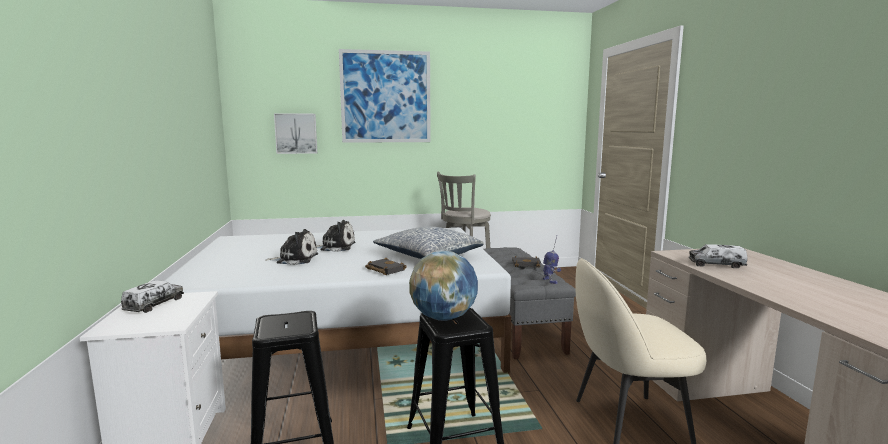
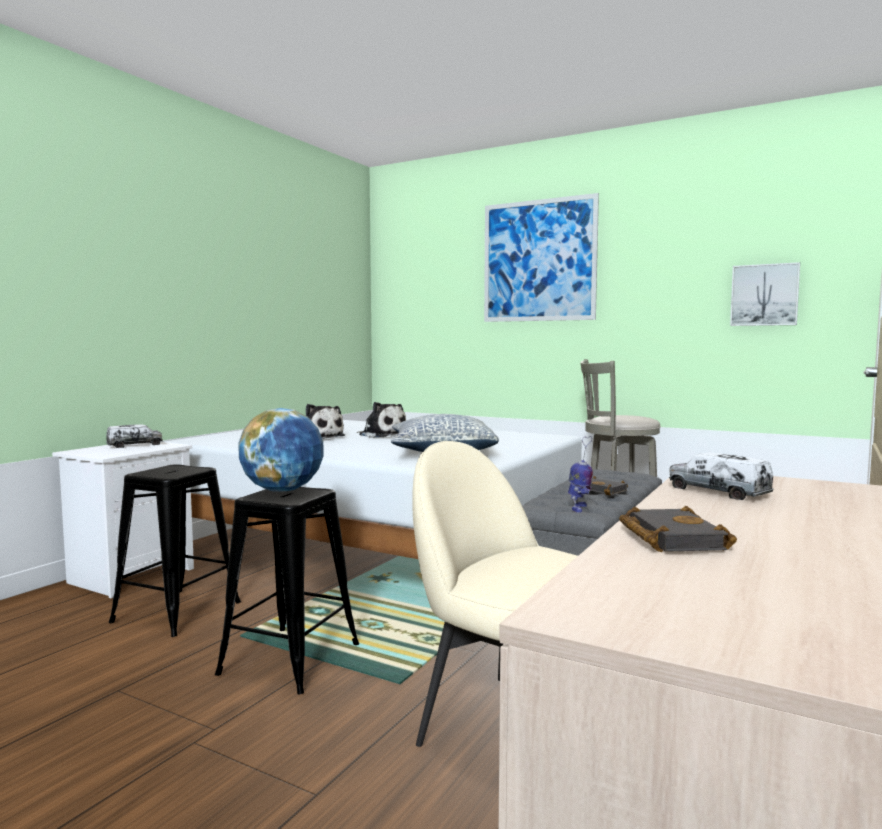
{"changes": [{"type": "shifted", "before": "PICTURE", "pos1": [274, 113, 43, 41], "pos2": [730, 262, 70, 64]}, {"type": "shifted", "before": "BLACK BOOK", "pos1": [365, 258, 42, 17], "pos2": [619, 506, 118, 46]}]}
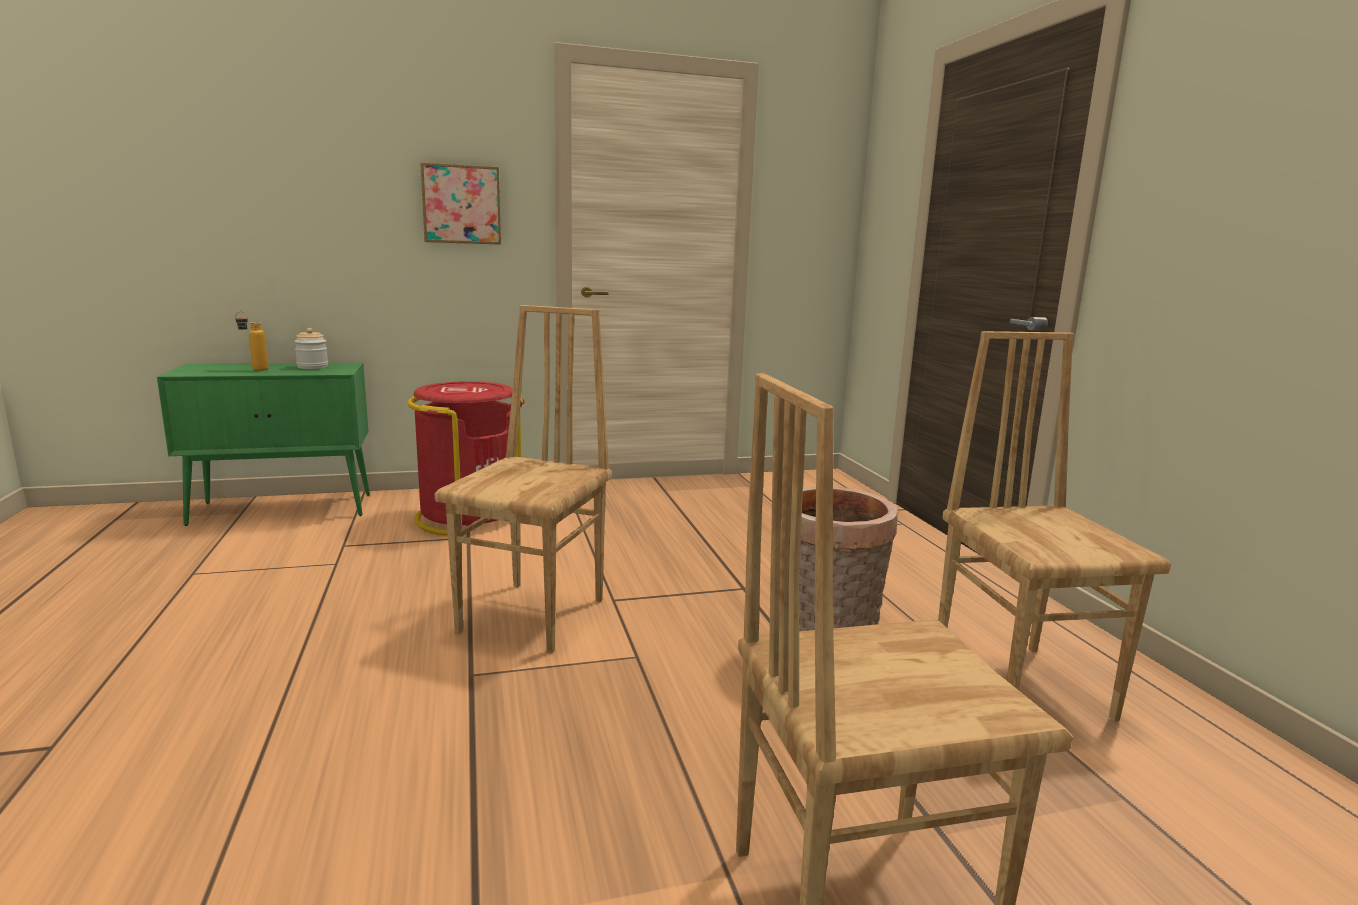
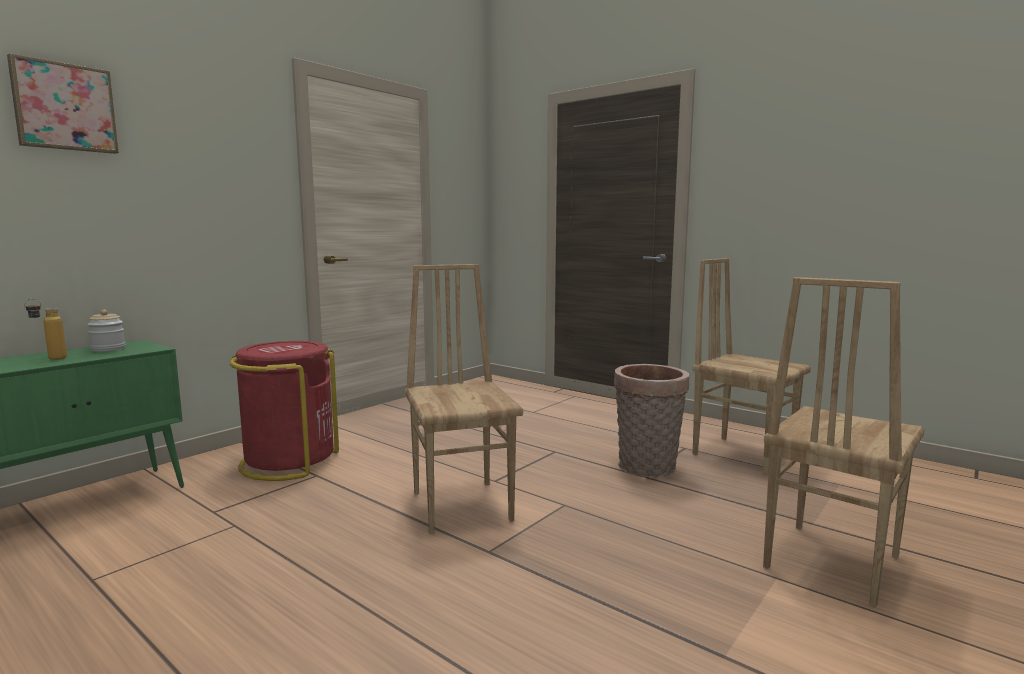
{"changes": [{"type": "shifted", "before": "PICTURE", "pos1": [420, 162, 81, 83], "pos2": [7, 53, 112, 101]}]}
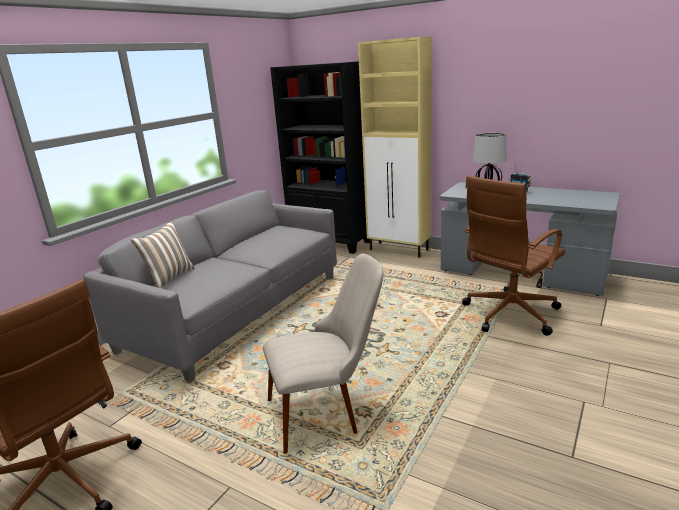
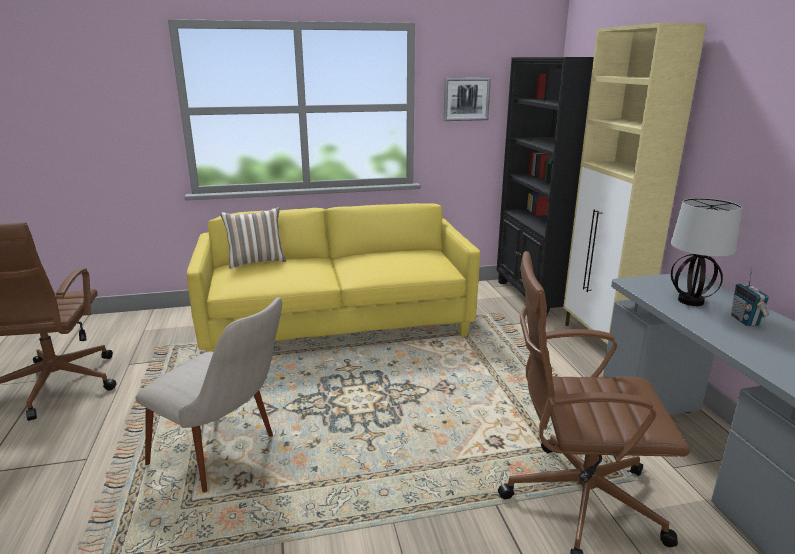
{"changes": [{"type": "repainted", "before": "GREY SOFA", "after": "YELLOW SOFA", "pos1": [83, 190, 254, 192], "pos2": [187, 203, 293, 149]}, {"type": "new", "after": "PICTURE", "pos2": [443, 78, 48, 43]}]}
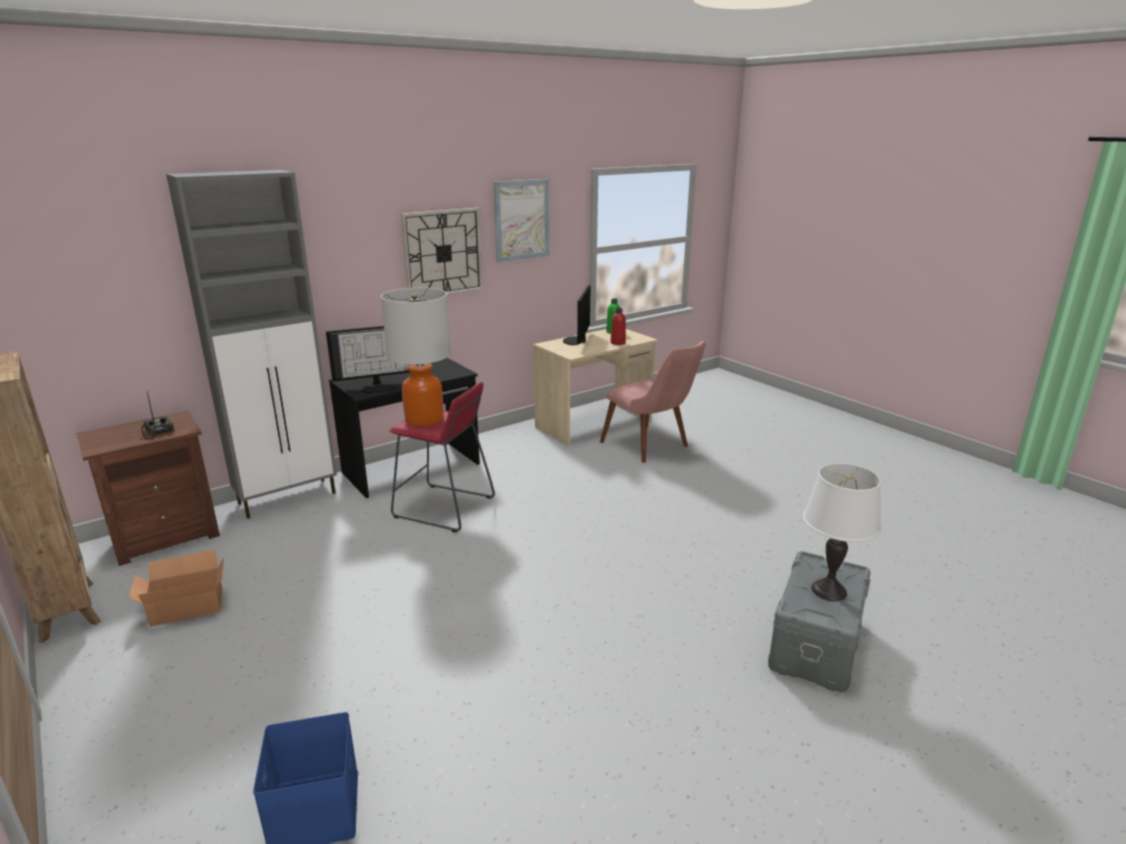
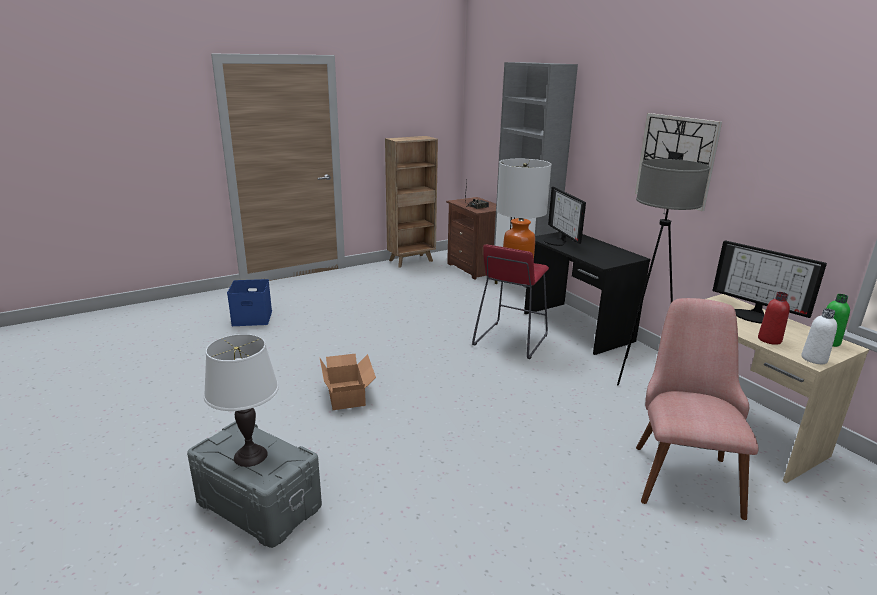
{"changes": [{"type": "shifted", "before": "CARDBOARD BOX", "pos1": [128, 550, 96, 77], "pos2": [320, 354, 56, 56]}, {"type": "gone", "before": "PICTURE", "pos1": [494, 179, 55, 83]}, {"type": "rotated", "before": "MONITOR", "pos1": [563, 285, 28, 60], "pos2": [712, 240, 115, 84], "turn": -150}, {"type": "rotated", "before": "PINK CHAIR", "pos1": [600, 341, 106, 122], "pos2": [636, 298, 123, 222], "turn": 135}, {"type": "new", "after": "GREY FLOOR LAMP", "pos2": [617, 159, 93, 227]}, {"type": "new", "after": "WHITE BOTTLE", "pos2": [801, 308, 36, 56]}]}
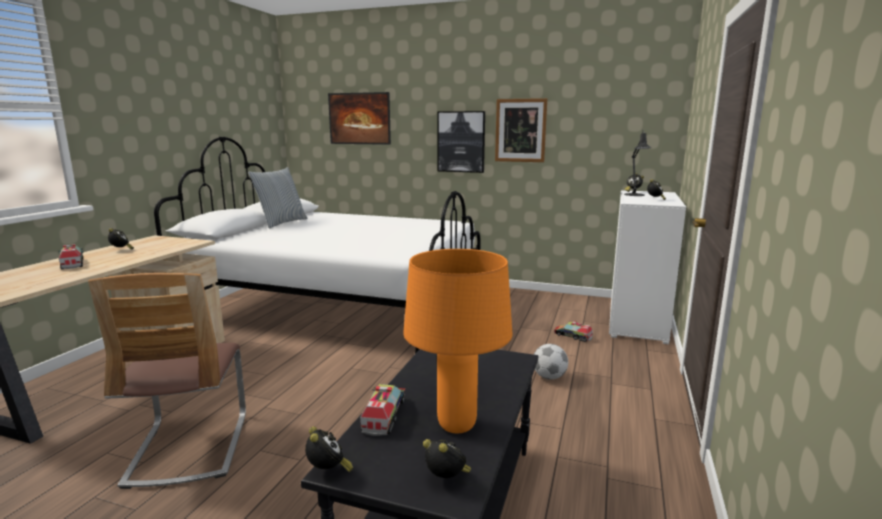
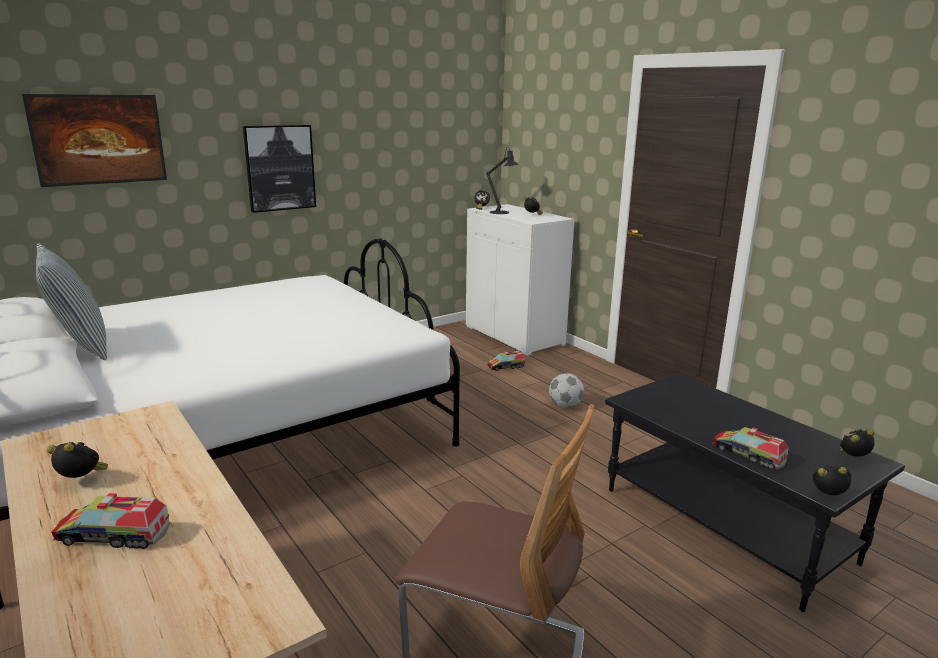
{"changes": [{"type": "gone", "before": "ORANGE TABLE LAMP", "pos1": [403, 249, 109, 184]}, {"type": "gone", "before": "PICTURE", "pos1": [495, 98, 52, 64]}]}
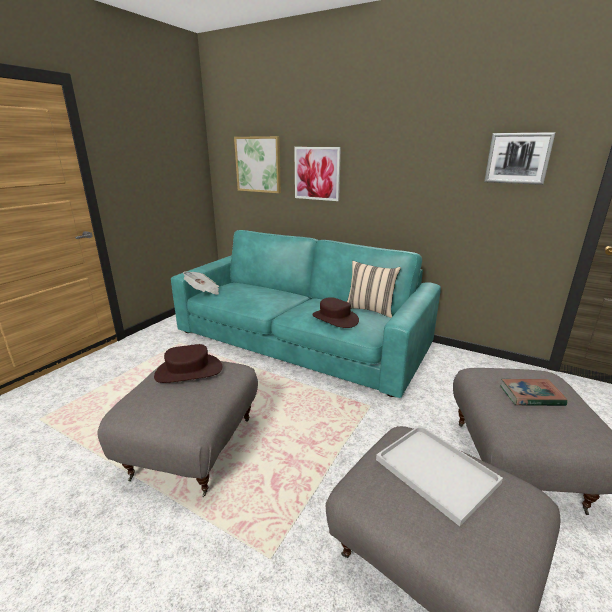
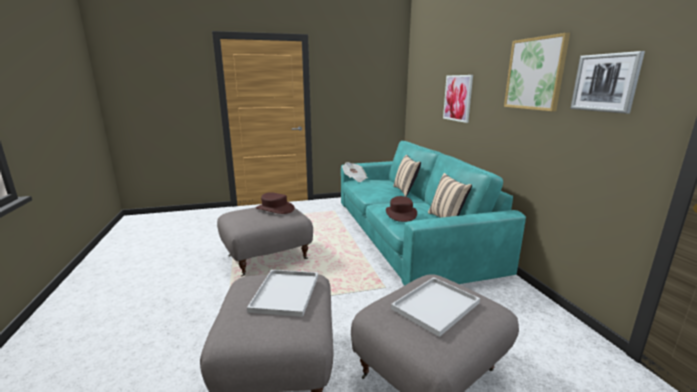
{"changes": [{"type": "shifted", "before": "PICTURE", "pos1": [234, 136, 47, 57], "pos2": [504, 33, 66, 78]}, {"type": "swapped", "before": "BOOK", "after": "WHITE TRAY", "pos1": [500, 379, 67, 27], "pos2": [391, 277, 89, 60]}, {"type": "new", "after": "BEIGE PILLOW", "pos2": [393, 155, 28, 42]}]}
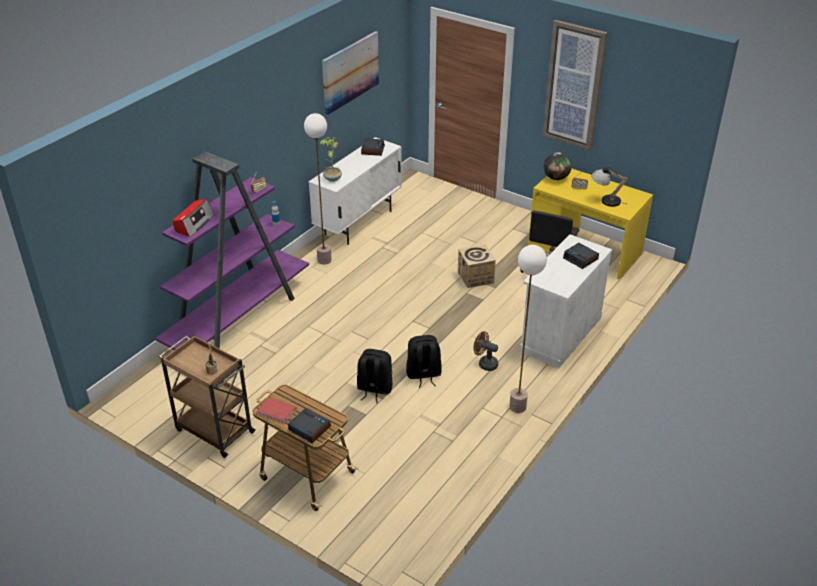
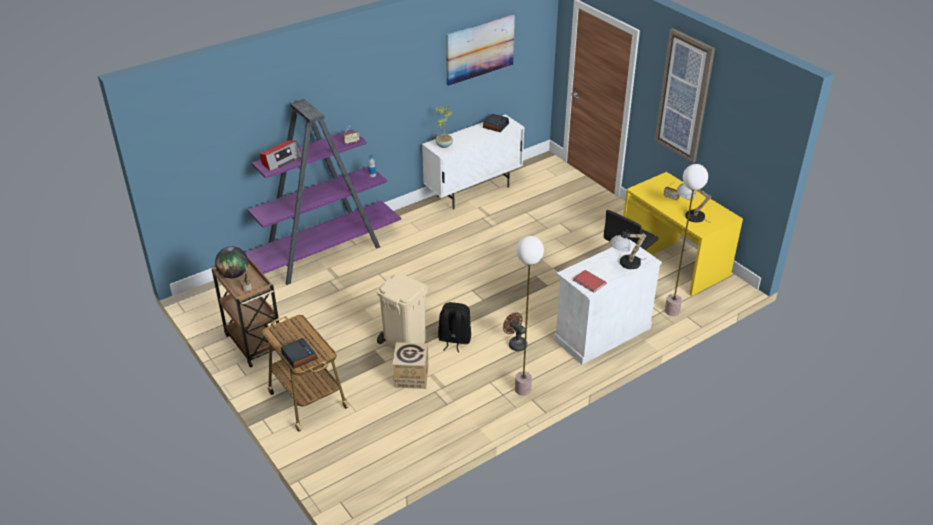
{"changes": [{"type": "shifted", "before": "RED BOOK", "pos1": [257, 397, 39, 27], "pos2": [573, 270, 34, 23]}, {"type": "shifted", "before": "FLOOR LAMP", "pos1": [304, 113, 28, 152], "pos2": [665, 164, 43, 152]}, {"type": "swapped", "before": "BLACK BACKPACK", "after": "BEIGE TRASH CAN", "pos1": [357, 349, 35, 54], "pos2": [377, 274, 51, 75]}, {"type": "shifted", "before": "CARDBOARD BOX", "pos1": [458, 245, 38, 43], "pos2": [392, 342, 37, 47]}, {"type": "shifted", "before": "GLOBE", "pos1": [543, 152, 29, 28], "pos2": [215, 246, 33, 32]}, {"type": "swapped", "before": "ALARM CLOCK", "after": "TABLE LAMP", "pos1": [563, 243, 36, 26], "pos2": [609, 232, 37, 37]}]}
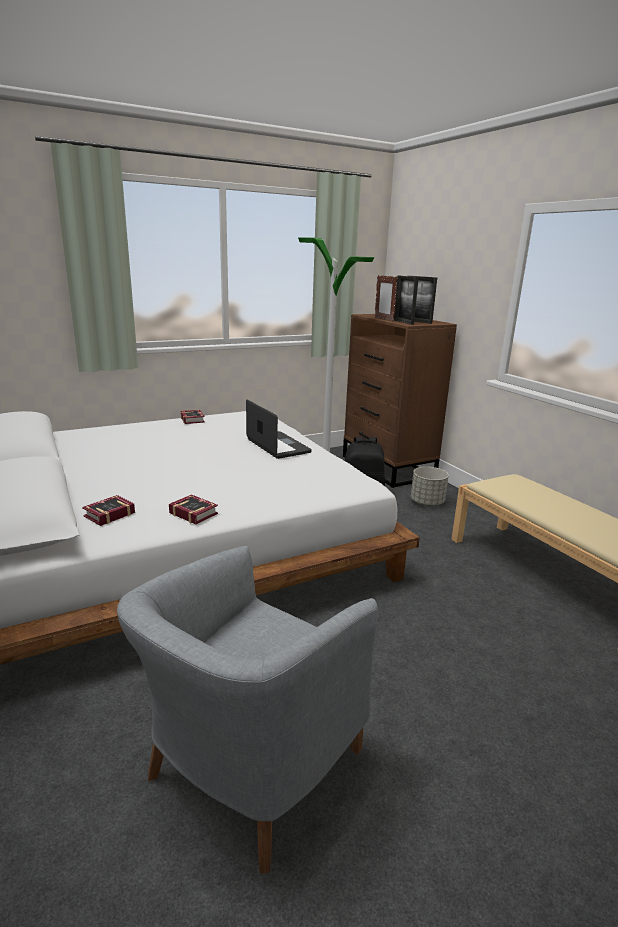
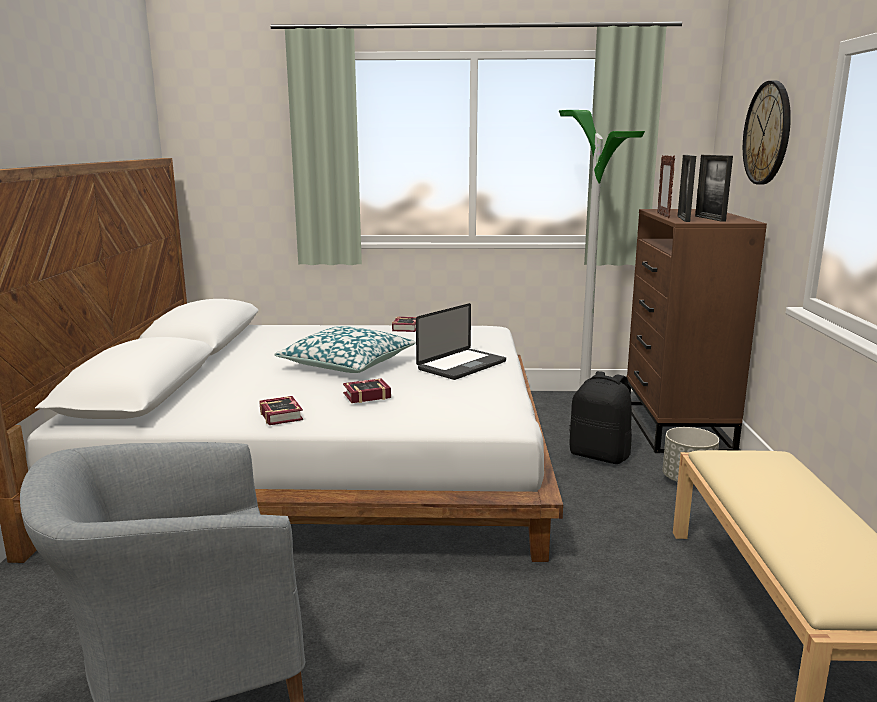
{"changes": [{"type": "shifted", "before": "BOOK", "pos1": [82, 495, 53, 31], "pos2": [343, 378, 48, 25]}, {"type": "rotated", "before": "LAPTOP", "pos1": [246, 400, 66, 59], "pos2": [416, 303, 90, 77], "turn": 45}, {"type": "new", "after": "PILLOW", "pos2": [274, 326, 142, 47]}, {"type": "new", "after": "WALL CLOCK", "pos2": [743, 81, 48, 103]}]}
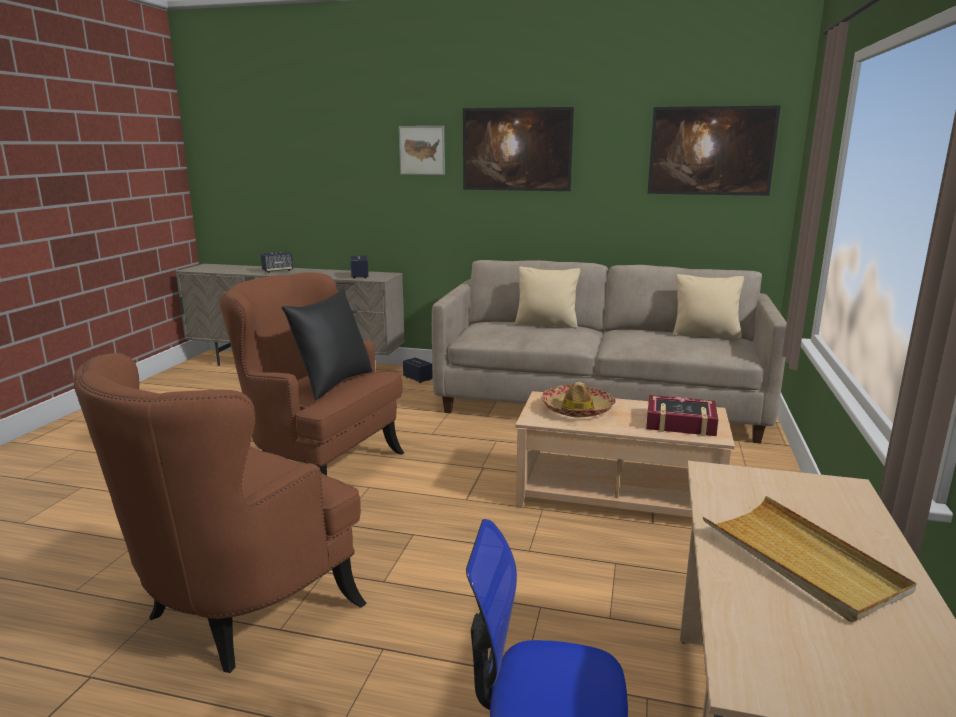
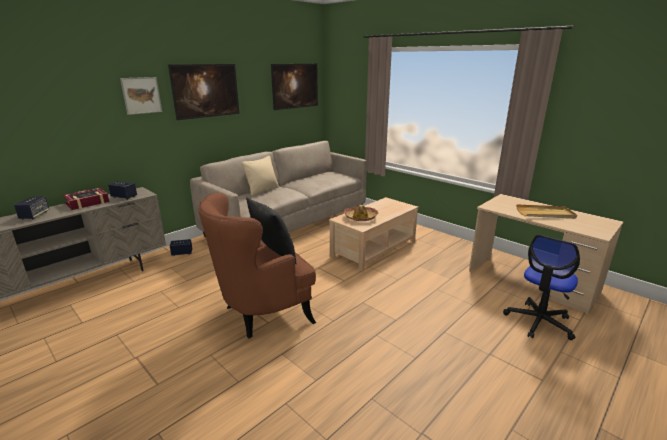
{"changes": [{"type": "gone", "before": "BROWN ARMCHAIR", "pos1": [74, 353, 293, 320]}, {"type": "shifted", "before": "BOOK", "pos1": [646, 395, 72, 41], "pos2": [62, 188, 48, 22]}, {"type": "gone", "before": "BEIGE PILLOW", "pos1": [673, 274, 71, 65]}]}
